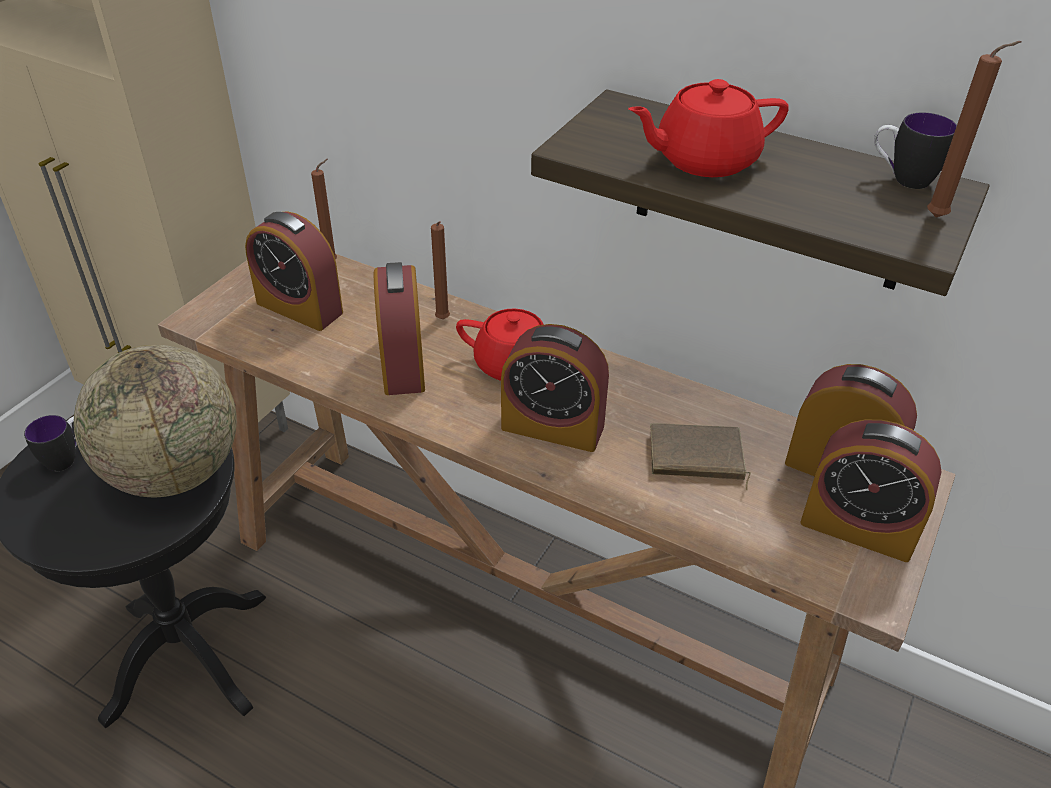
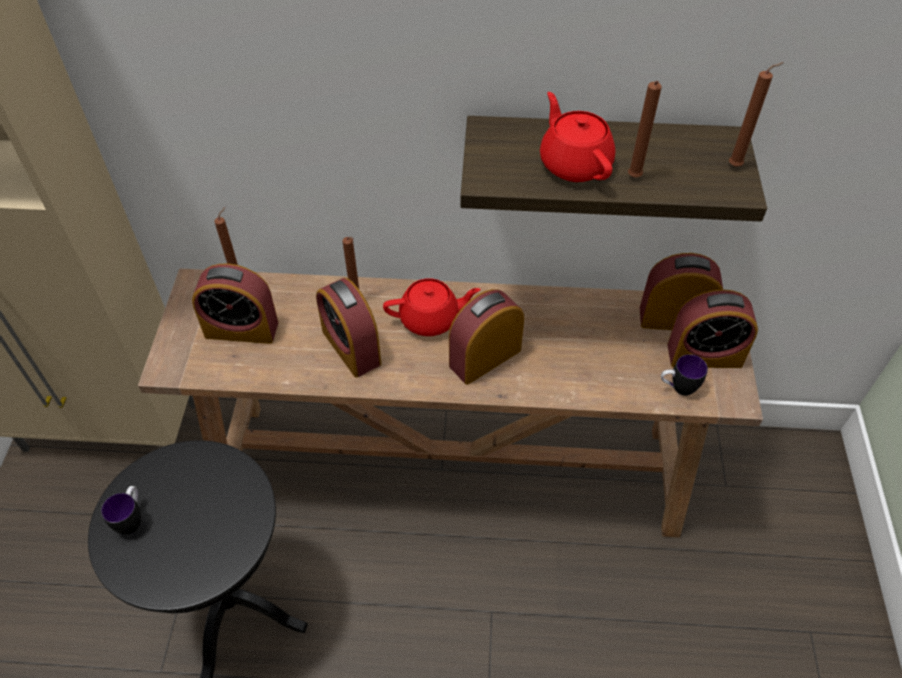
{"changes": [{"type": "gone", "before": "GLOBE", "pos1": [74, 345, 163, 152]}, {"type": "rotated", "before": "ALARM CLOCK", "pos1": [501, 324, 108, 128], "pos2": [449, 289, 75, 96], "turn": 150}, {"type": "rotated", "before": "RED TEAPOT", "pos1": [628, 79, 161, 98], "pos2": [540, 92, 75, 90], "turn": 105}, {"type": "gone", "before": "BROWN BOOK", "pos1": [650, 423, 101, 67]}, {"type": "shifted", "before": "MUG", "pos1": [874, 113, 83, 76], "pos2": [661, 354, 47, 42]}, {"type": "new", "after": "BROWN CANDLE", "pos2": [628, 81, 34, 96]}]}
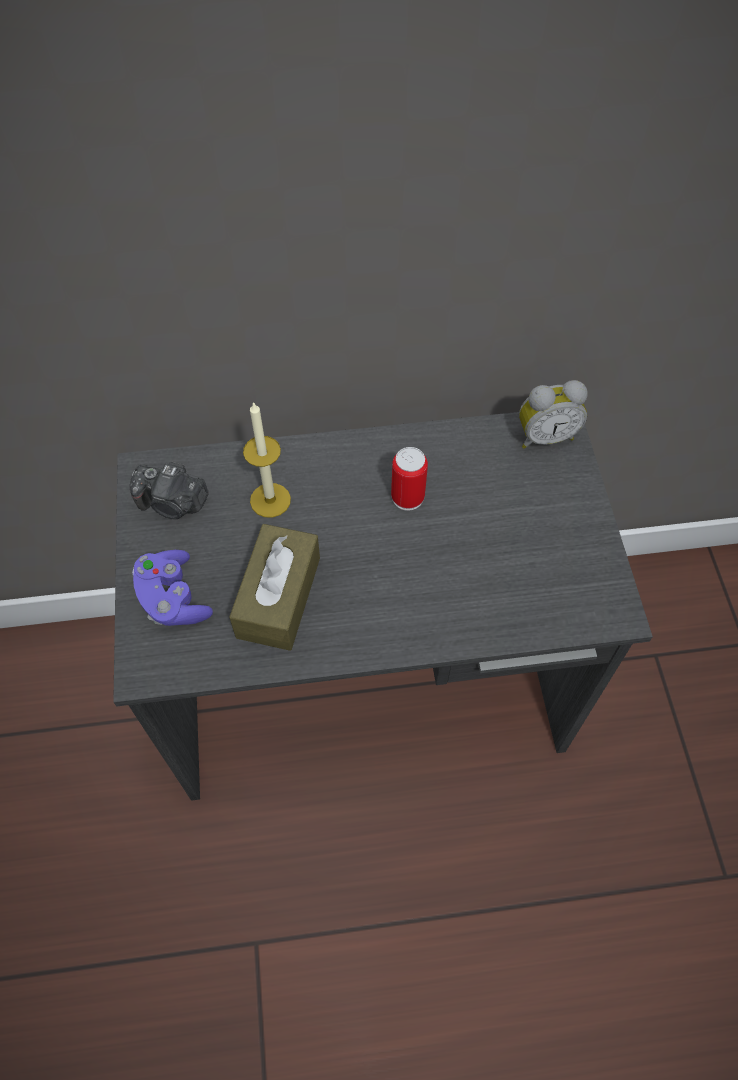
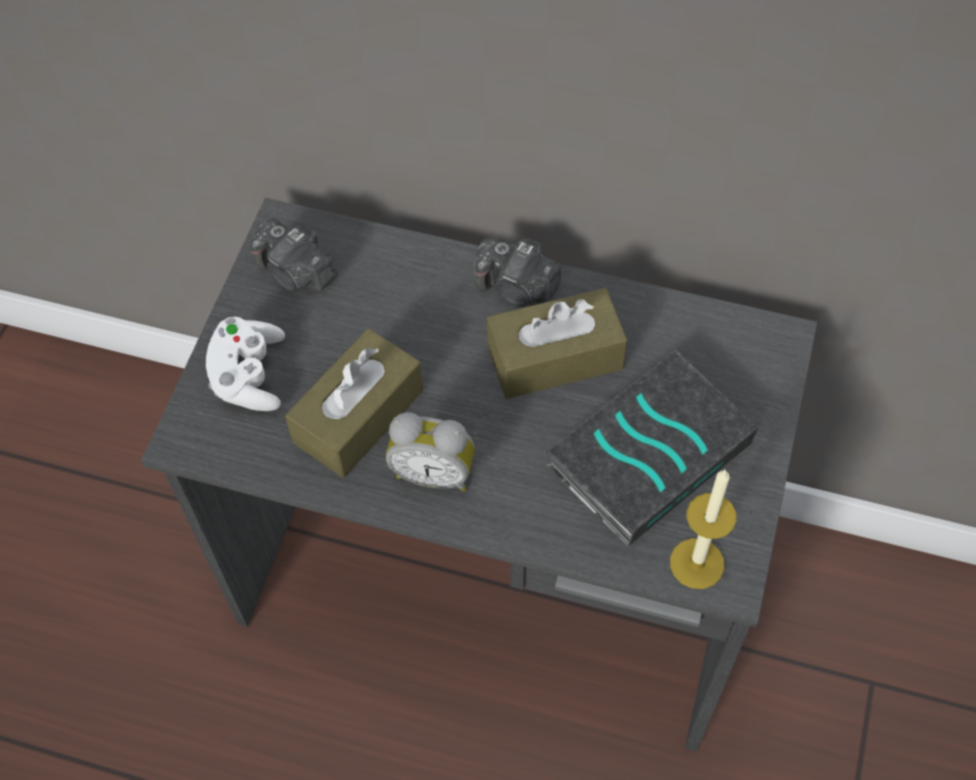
{"changes": [{"type": "repainted", "before": "PURPLE GAME CONTROLLER", "after": "WHITE GAME CONTROLLER", "pos1": [132, 550, 81, 76], "pos2": [206, 317, 79, 94]}, {"type": "shifted", "before": "CANDLE", "pos1": [243, 402, 48, 116], "pos2": [670, 470, 66, 119]}, {"type": "swapped", "before": "CAN", "after": "BROWN TISSUE BOX", "pos1": [391, 447, 37, 64], "pos2": [487, 288, 140, 111]}, {"type": "shifted", "before": "ALARM CLOCK", "pos1": [519, 380, 69, 69], "pos2": [386, 412, 89, 79]}, {"type": "new", "after": "PHOTO CAMERA", "pos2": [474, 237, 87, 70]}, {"type": "new", "after": "BOOK", "pos2": [546, 350, 212, 197]}]}
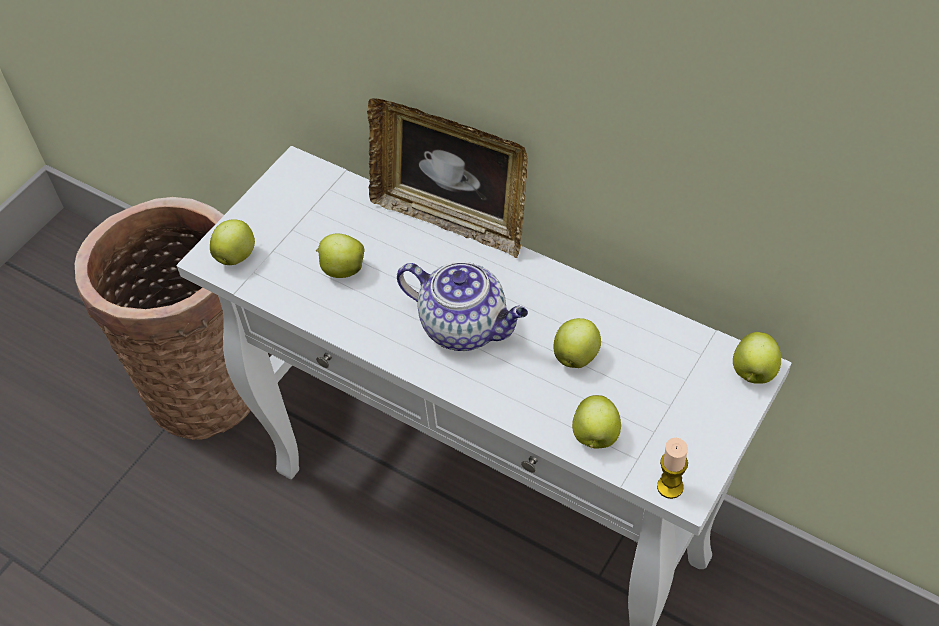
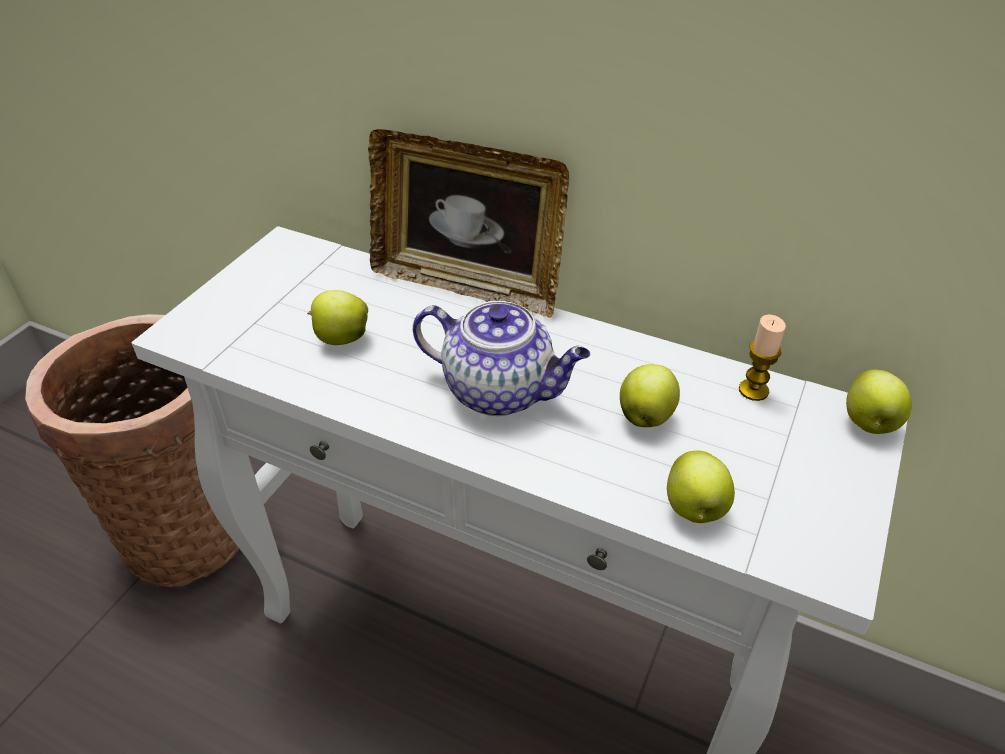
{"changes": [{"type": "gone", "before": "APPLE", "pos1": [210, 220, 45, 45]}, {"type": "shifted", "before": "CANDLE", "pos1": [657, 438, 31, 61], "pos2": [739, 314, 47, 87]}]}
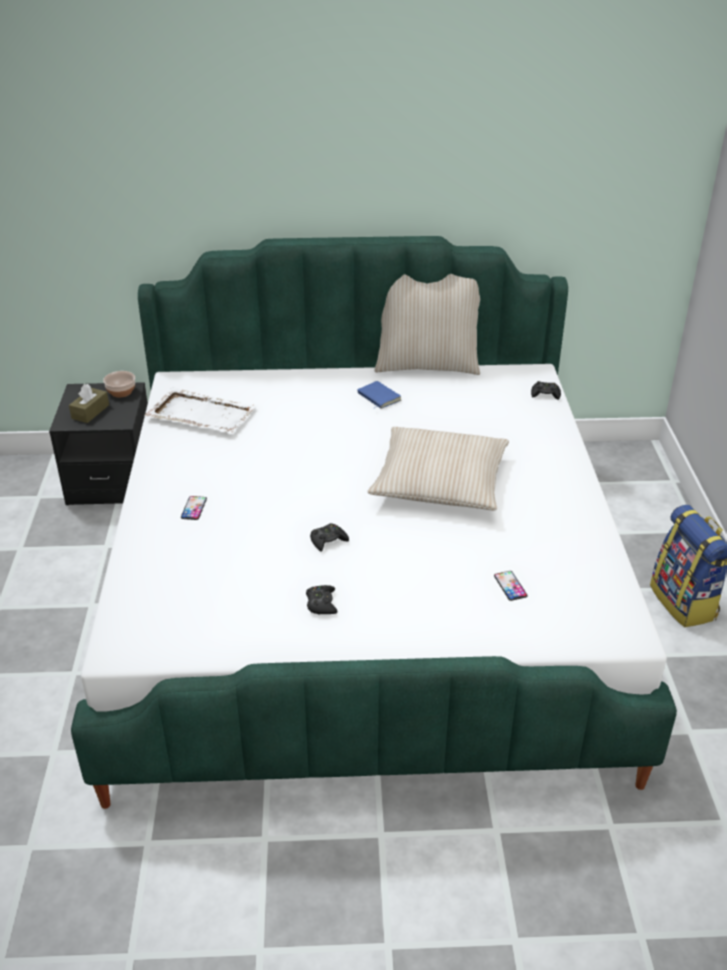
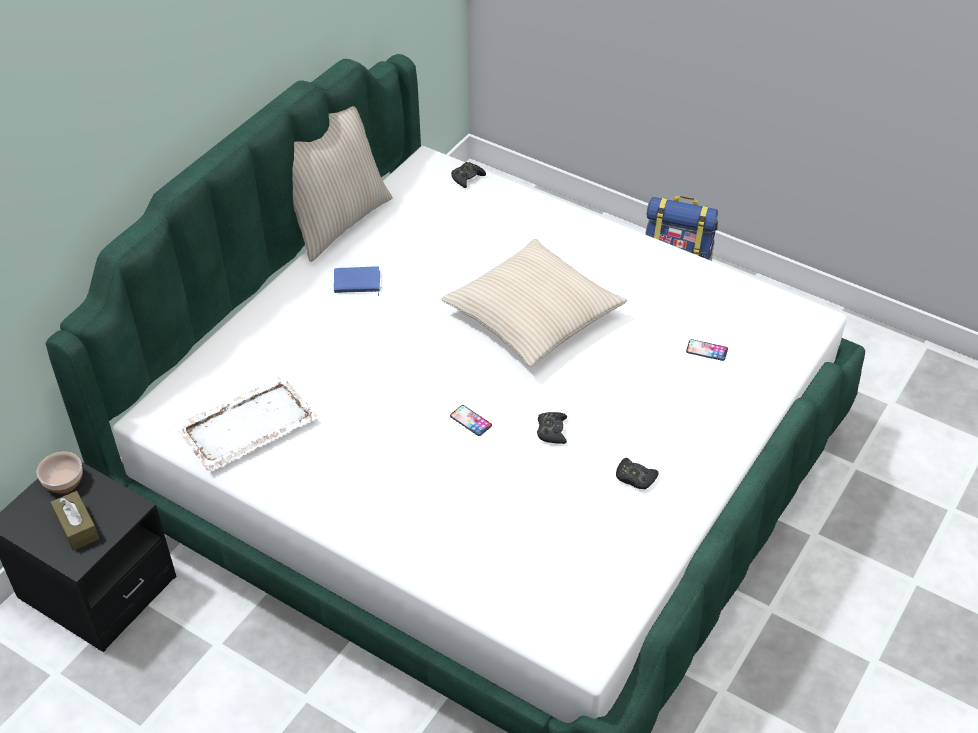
{"changes": [{"type": "shifted", "before": "PHONE", "pos1": [181, 496, 26, 24], "pos2": [450, 405, 42, 31]}]}
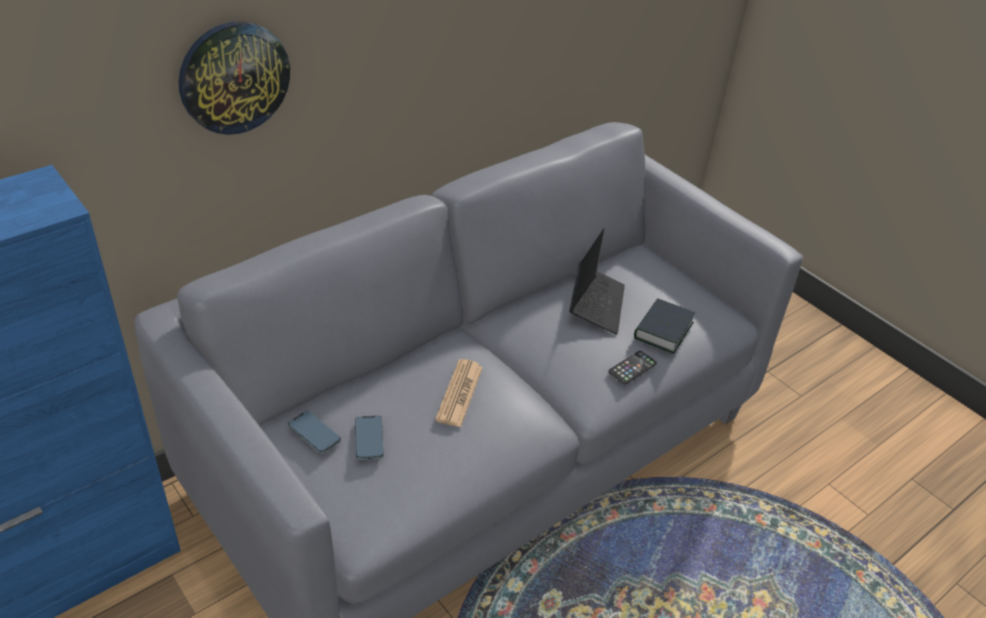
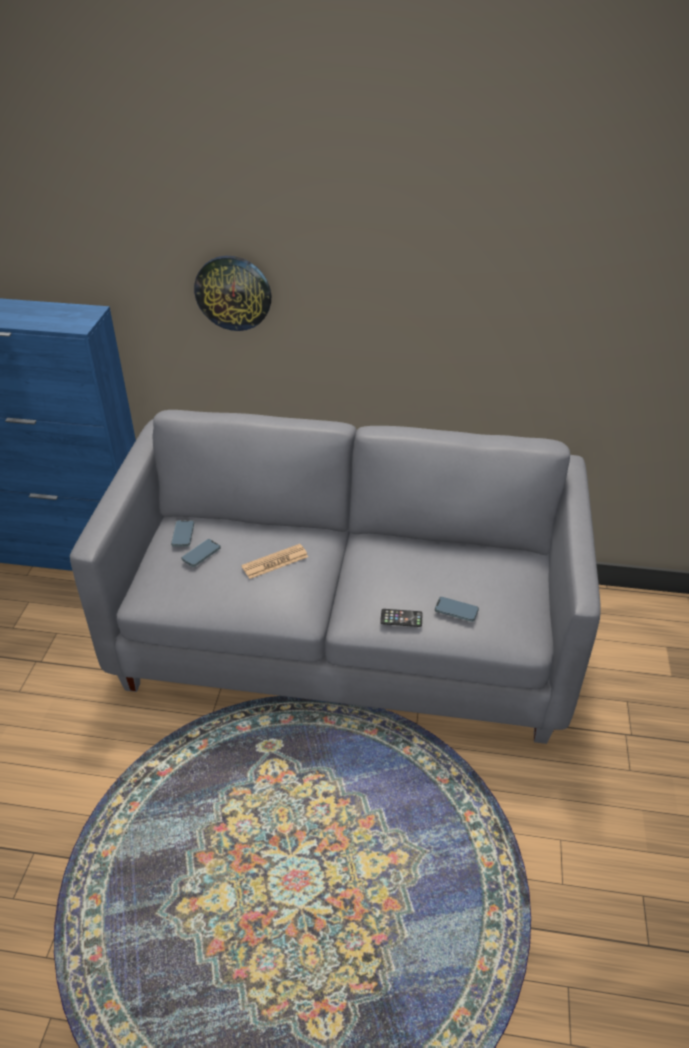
{"changes": [{"type": "gone", "before": "LAPTOP", "pos1": [569, 228, 56, 107]}, {"type": "swapped", "before": "BOOK", "after": "PHONE", "pos1": [634, 299, 61, 55], "pos2": [435, 597, 44, 25]}]}
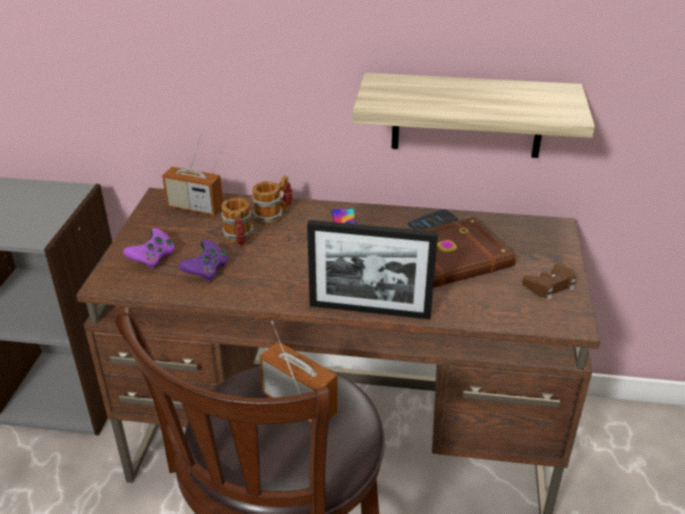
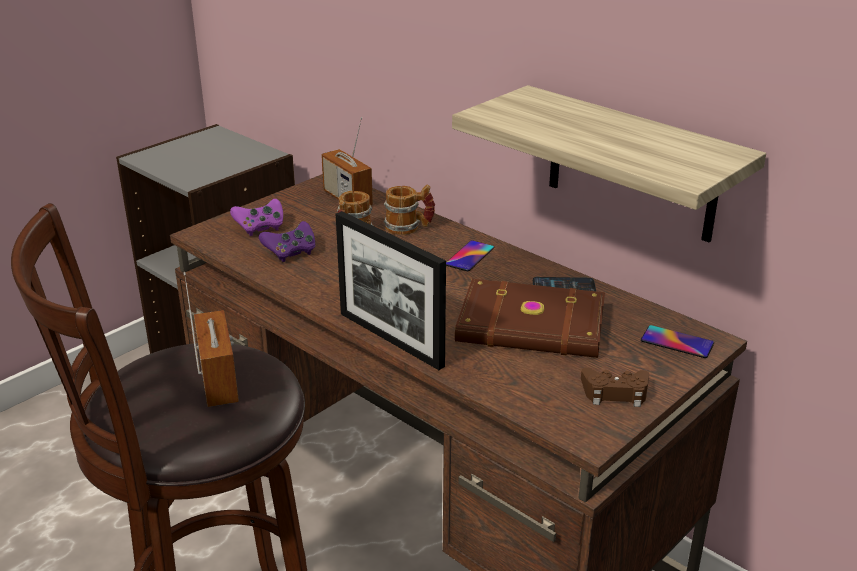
{"changes": [{"type": "new", "after": "PHONE", "pos2": [641, 325, 73, 33]}]}
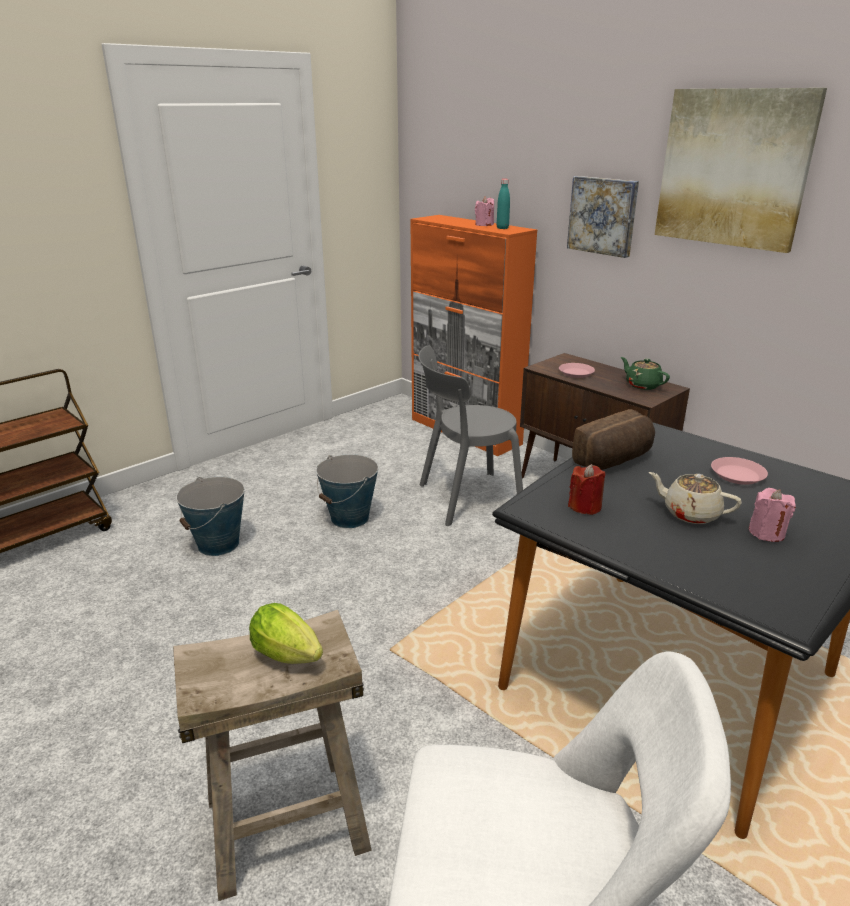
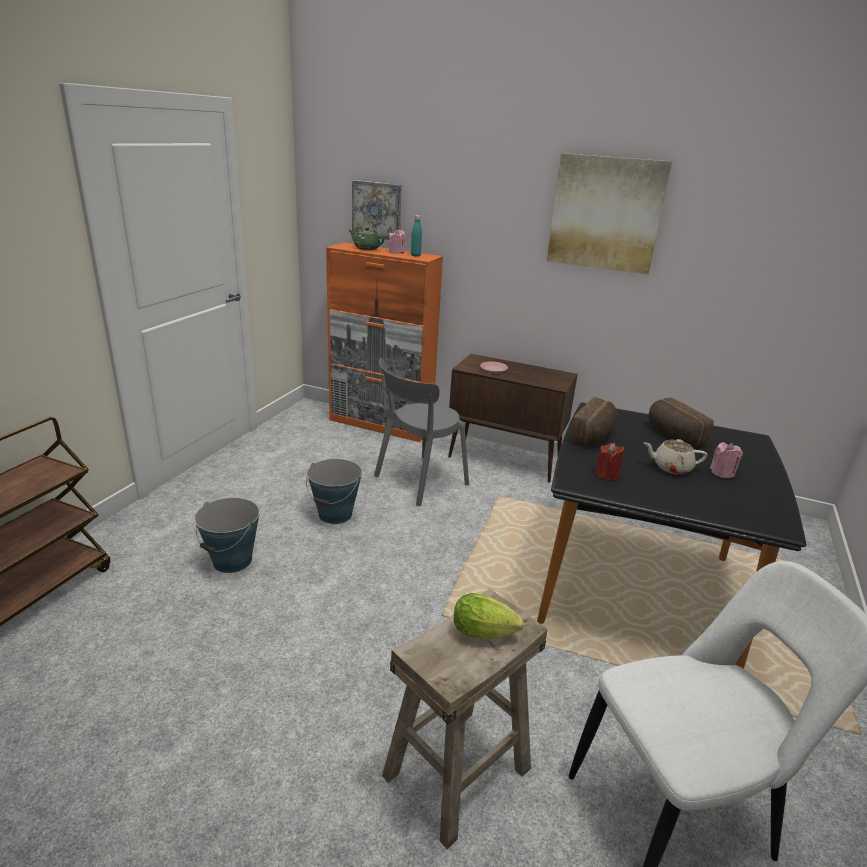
{"changes": [{"type": "shifted", "before": "PICTURE", "pos1": [567, 176, 72, 82], "pos2": [352, 180, 50, 60]}, {"type": "shifted", "before": "GREEN TEAPOT", "pos1": [621, 357, 49, 33], "pos2": [349, 228, 35, 22]}, {"type": "swapped", "before": "PINK PLATE", "after": "BREAD", "pos1": [711, 457, 57, 28], "pos2": [649, 398, 65, 49]}]}
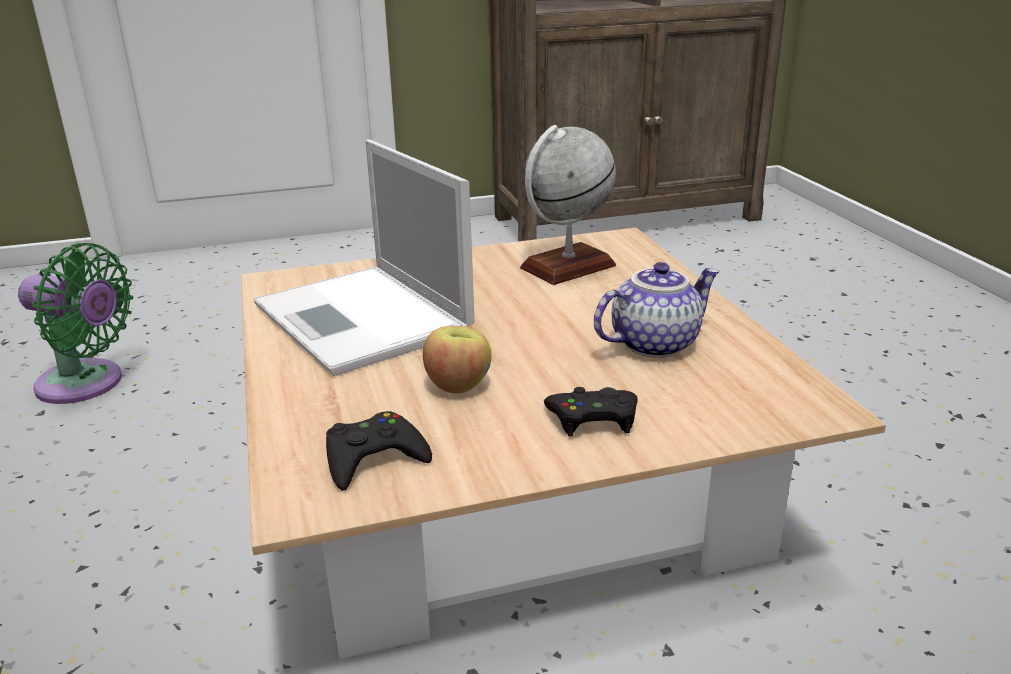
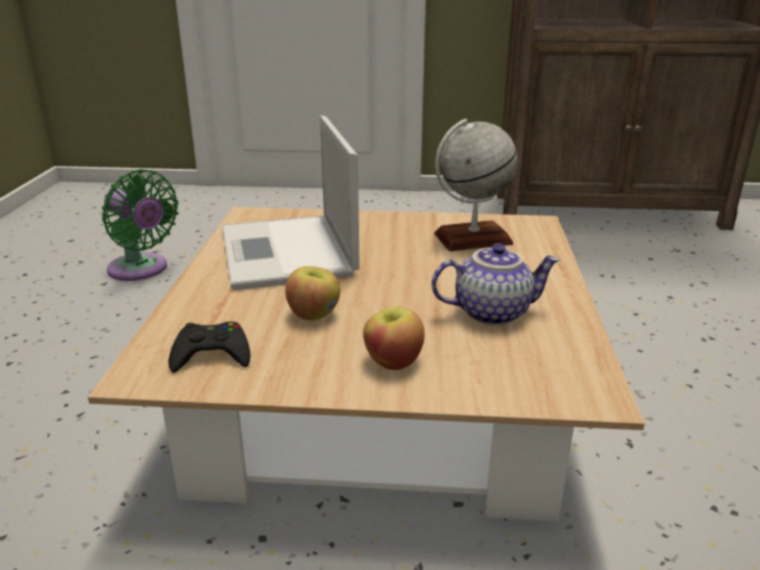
{"changes": [{"type": "swapped", "before": "BLACK GAME CONTROLLER", "after": "APPLE", "pos1": [544, 387, 94, 49], "pos2": [363, 307, 62, 63]}]}
